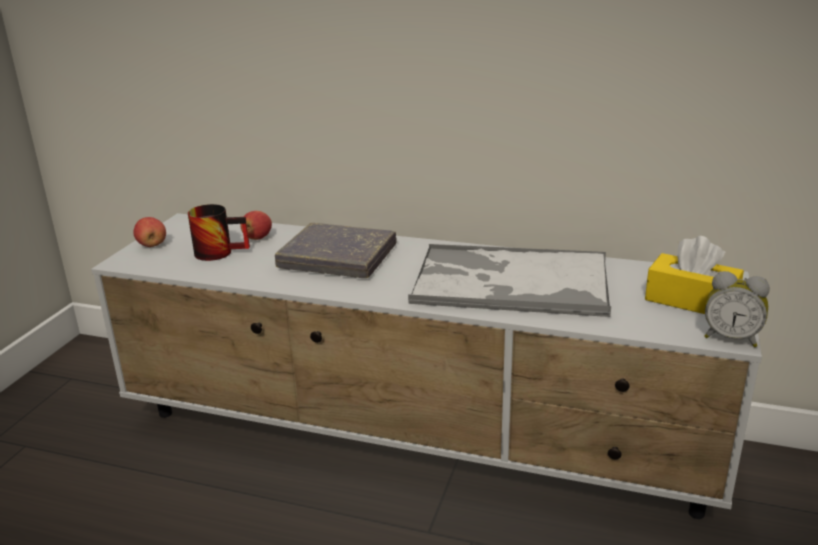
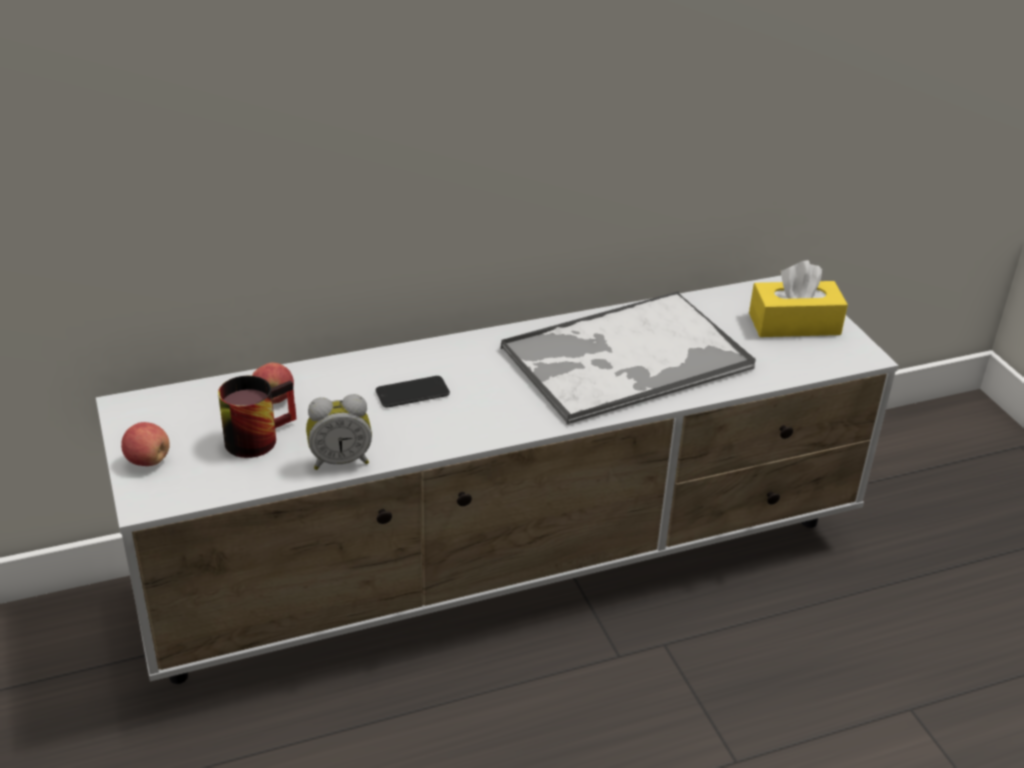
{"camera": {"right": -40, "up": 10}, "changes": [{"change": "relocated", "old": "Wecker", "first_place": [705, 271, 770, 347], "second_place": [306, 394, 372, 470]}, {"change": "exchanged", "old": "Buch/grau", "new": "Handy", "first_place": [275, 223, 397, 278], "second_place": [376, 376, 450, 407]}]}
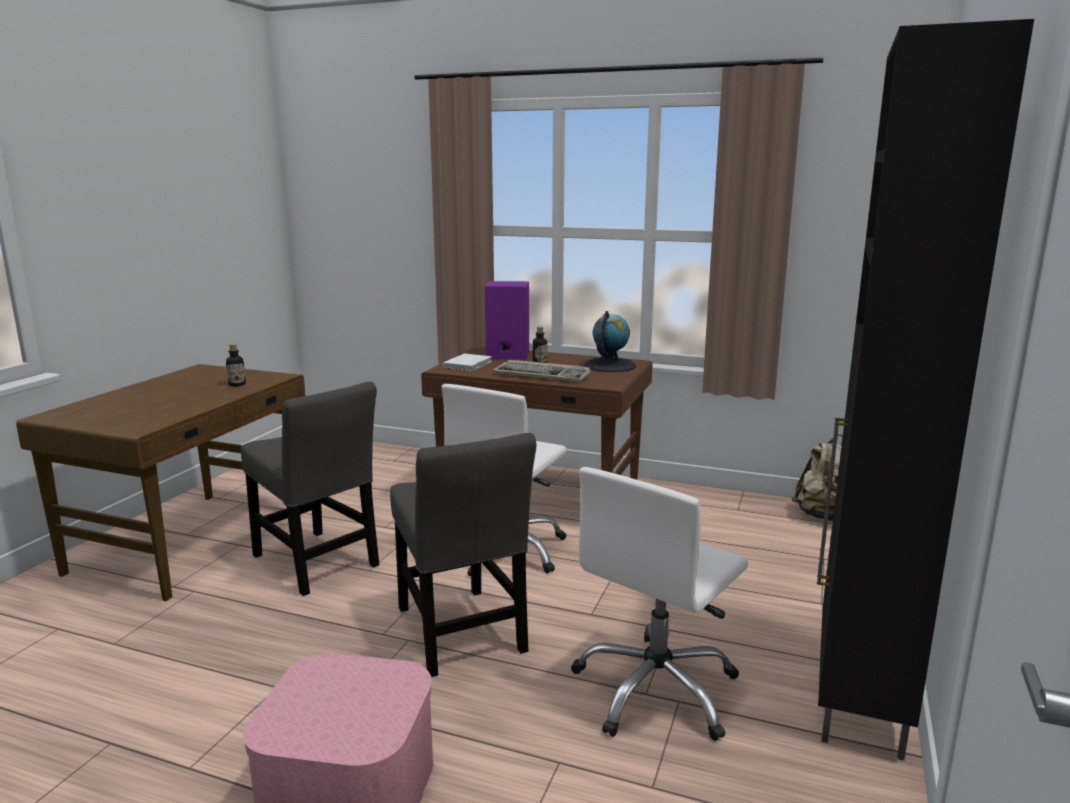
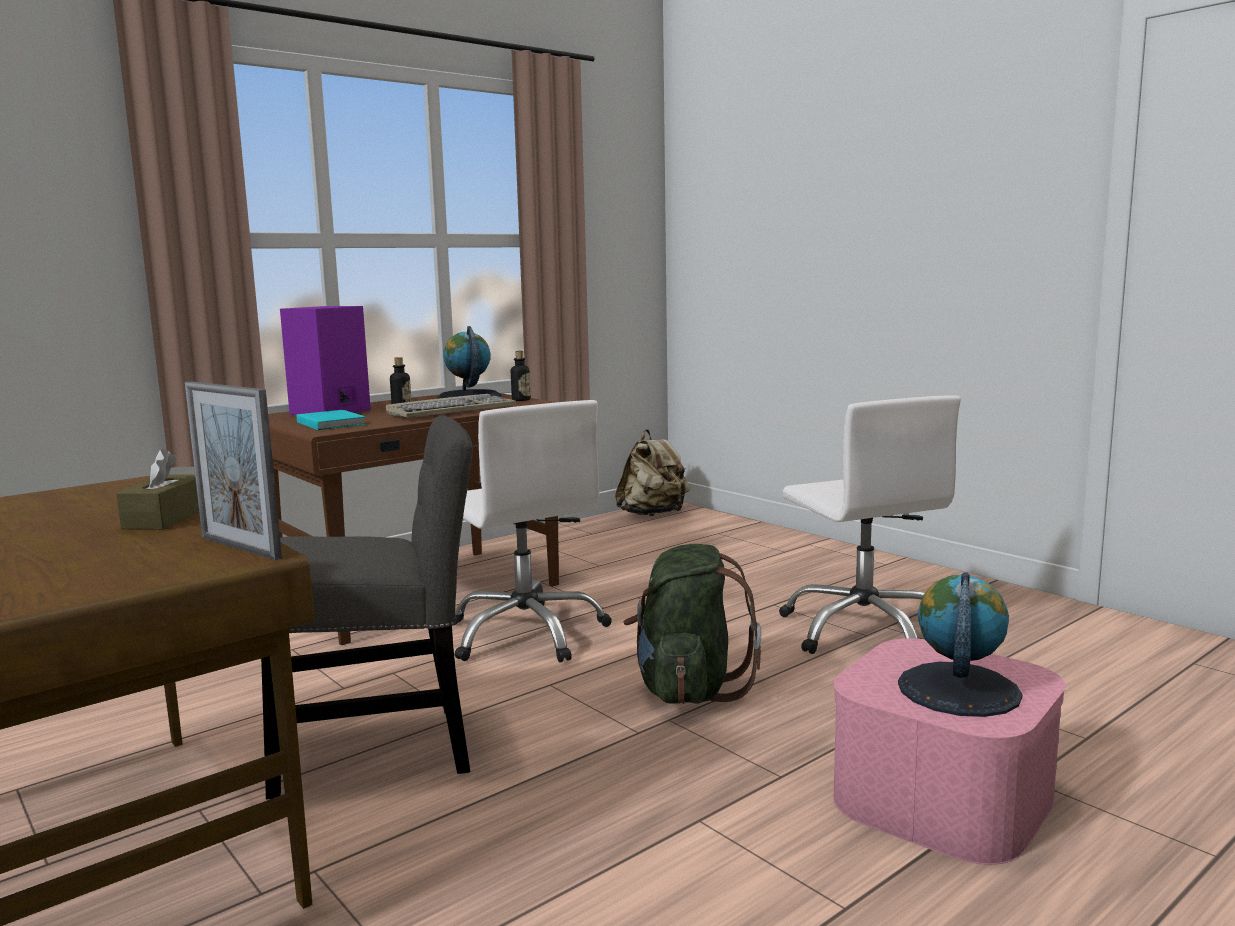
{"camera": {"right": -60, "up": -5}, "changes": [{"change": "missing", "old": "Schrank/schwarz", "first_place": [817, 19, 1034, 761]}, {"change": "appeared", "new": "Taschentuchbox/braun", "second_place": [116, 449, 199, 530]}, {"change": "appeared", "new": "Bilderrahmen", "second_place": [185, 381, 282, 560]}, {"change": "appeared", "new": "Globus", "second_place": [898, 572, 1023, 717]}, {"change": "relocated", "old": "Flasche", "first_place": [226, 344, 246, 386], "second_place": [511, 351, 531, 401]}, {"change": "exchanged", "old": "Stuhl/grau", "new": "Rucksack/grün", "first_place": [390, 433, 536, 677], "second_place": [624, 544, 761, 704]}, {"change": "colour", "old": "Buch/weiß", "new": "Buch/türkis", "first_place": [443, 353, 492, 371], "second_place": [297, 410, 366, 430]}]}
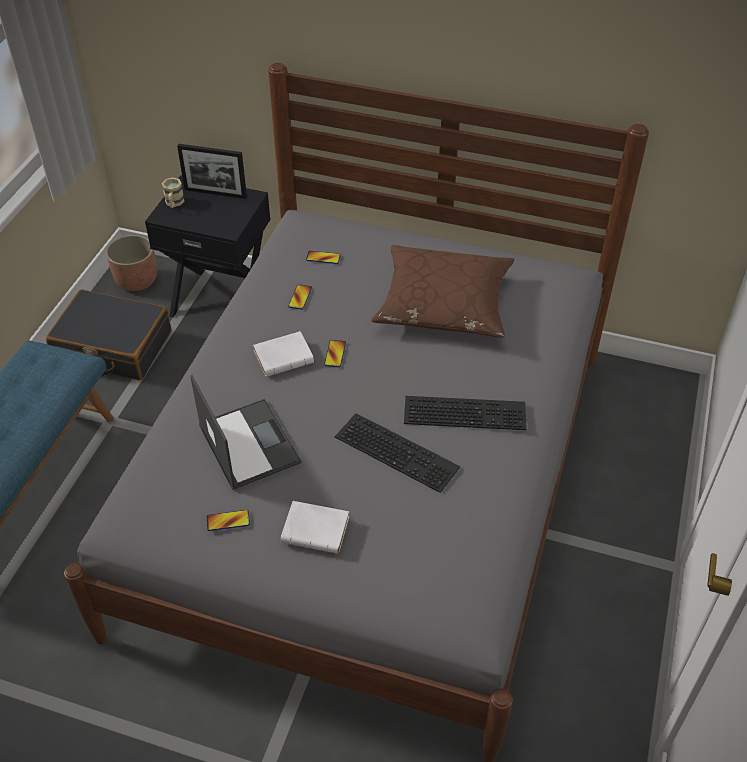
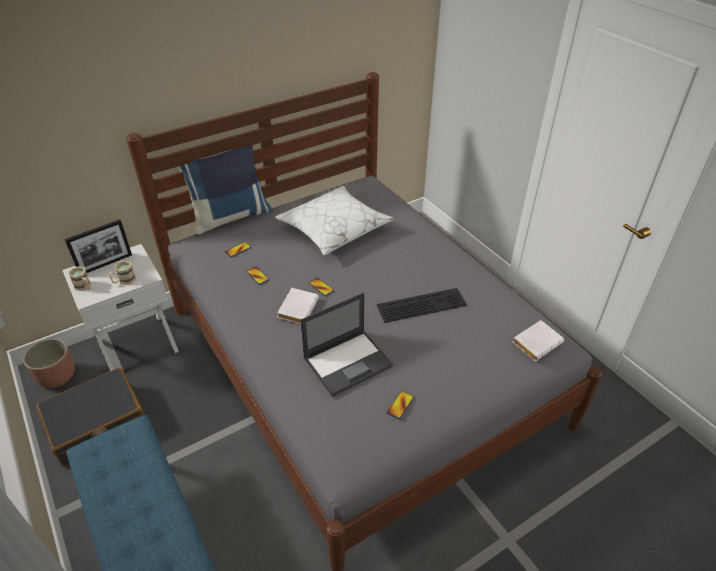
{"camera": {"right": -50, "up": -5}, "changes": [{"change": "missing", "old": "Tastatur", "first_place": [404, 396, 527, 430]}, {"change": "appeared", "new": "Henkelbecher/beige", "second_place": [109, 260, 136, 285]}, {"change": "appeared", "new": "Kissen/blau", "second_place": [178, 145, 273, 236]}, {"change": "relocated", "old": "Buch/weiß", "first_place": [281, 501, 349, 554], "second_place": [513, 320, 564, 361]}, {"change": "colour", "old": "Nachttisch/schwarz", "new": "Nachttisch/weiß", "first_place": [145, 175, 271, 317], "second_place": [62, 244, 179, 371]}, {"change": "colour", "old": "Kissen/braun", "new": "Kissen/weiß", "first_place": [371, 245, 514, 338], "second_place": [275, 186, 394, 255]}, {"change": "spun", "old": "Laptop", "first_place": [190, 375, 302, 490], "second_place": [300, 293, 393, 397], "degrees": 135}]}
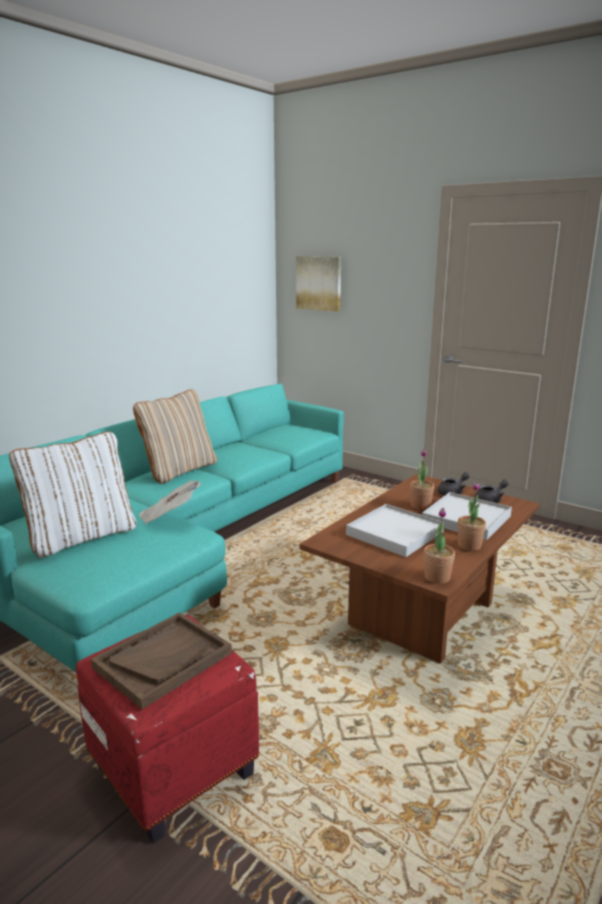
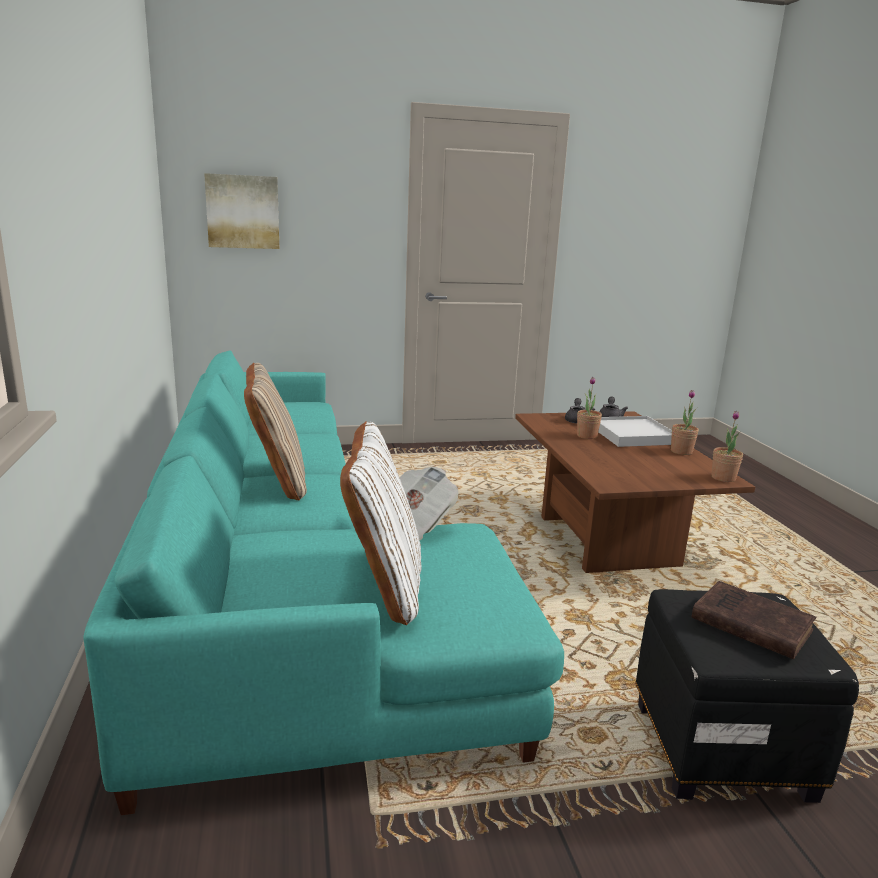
{"camera": {"right": -50, "up": 0}, "changes": [{"change": "missing", "old": "Tablett/weiß", "first_place": [346, 504, 444, 557]}, {"change": "exchanged", "old": "Tablett/braun", "new": "Buch/braun", "first_place": [91, 612, 232, 710], "second_place": [692, 581, 816, 659]}, {"change": "colour", "old": "Polsterhocker/rot", "new": "Polsterhocker/schwarz", "first_place": [76, 615, 259, 843], "second_place": [635, 589, 859, 803]}]}
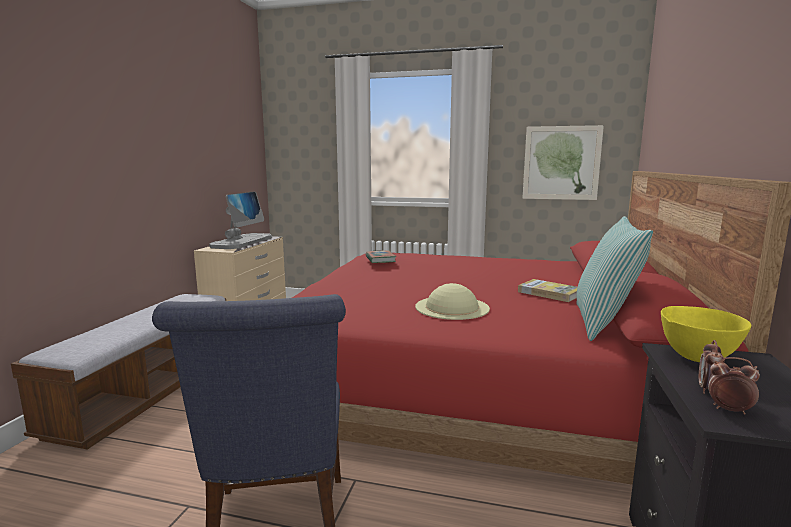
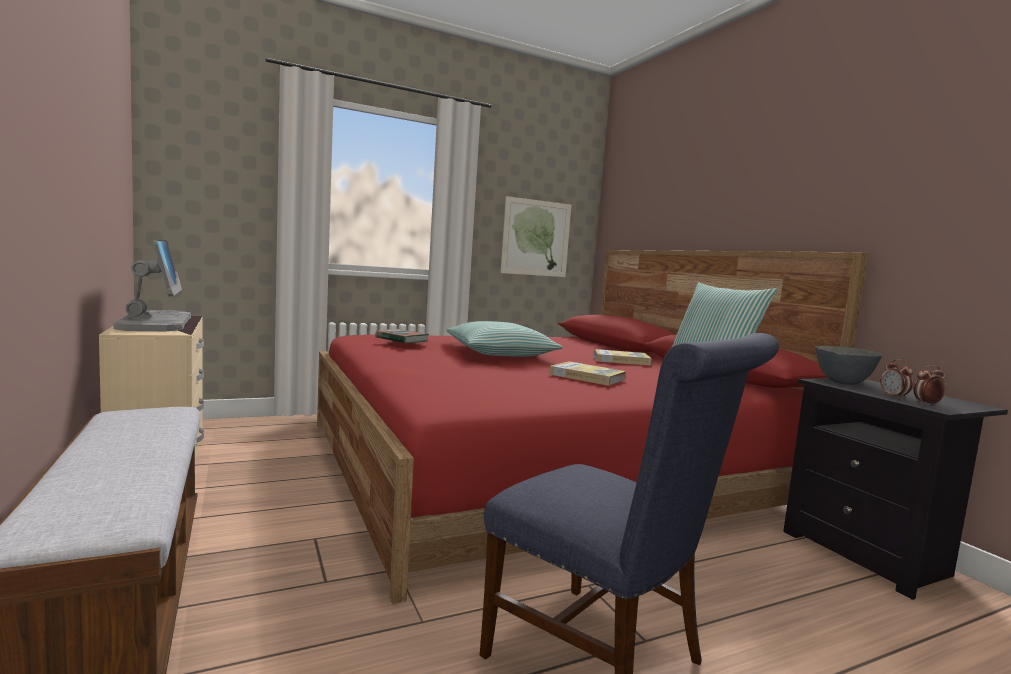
{"camera": {"right": -40, "up": -5}, "changes": [{"change": "appeared", "new": "Kissen", "second_place": [446, 321, 562, 357]}, {"change": "exchanged", "old": "Hut/beige", "new": "Buch", "first_place": [415, 283, 490, 320], "second_place": [549, 361, 626, 386]}, {"change": "colour", "old": "Schüssel/gelb", "new": "Schüssel/grau", "first_place": [661, 306, 751, 362], "second_place": [815, 346, 882, 385]}]}
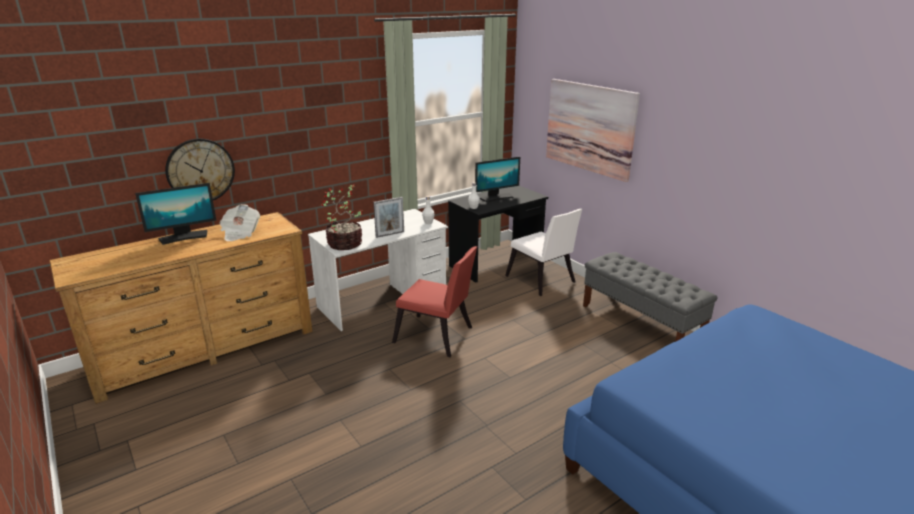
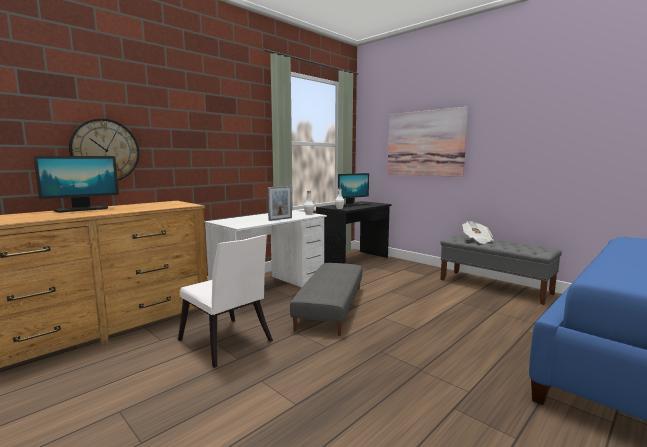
{"camera": {"right": -10, "up": -15}, "changes": [{"change": "missing", "old": "Topfpflanze", "first_place": [321, 185, 363, 250]}, {"change": "relocated", "old": "Zeitung", "first_place": [220, 204, 260, 241], "second_place": [462, 221, 494, 244]}, {"change": "relocated", "old": "Stuhl/weiß", "first_place": [505, 209, 582, 296], "second_place": [178, 235, 273, 368]}, {"change": "exchanged", "old": "Stuhl/rot", "new": "Polsterhocker/grau", "first_place": [392, 246, 477, 357], "second_place": [290, 263, 362, 336]}]}
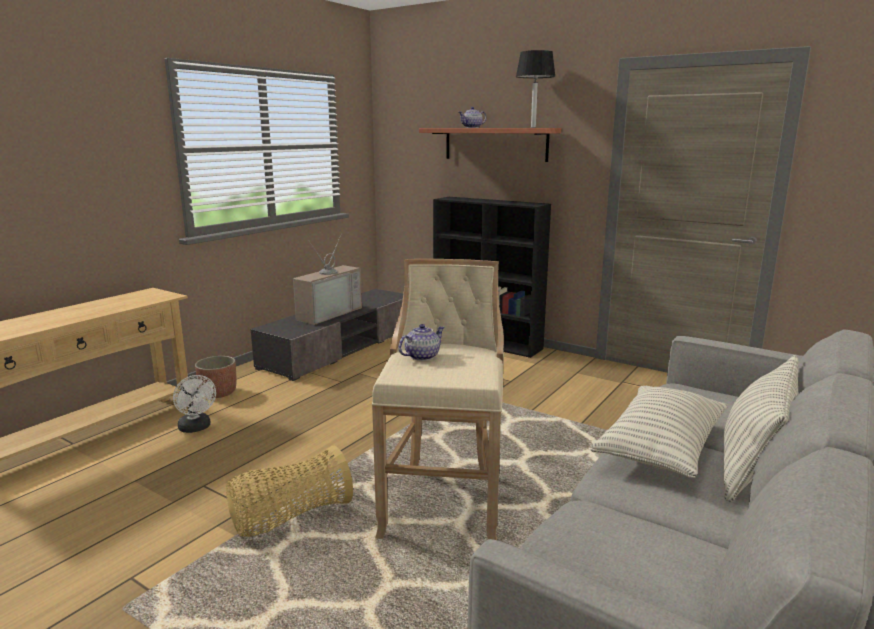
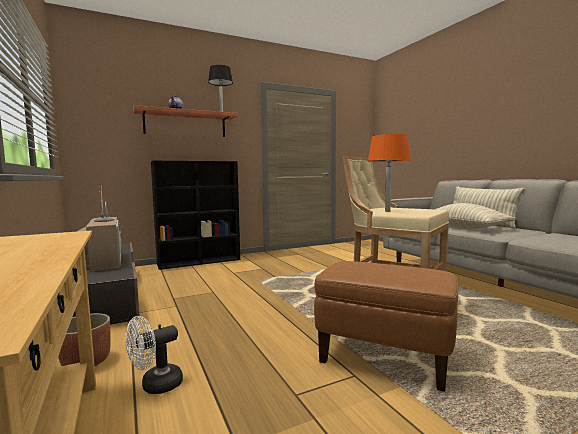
{"camera": {"right": -60, "up": -10}, "changes": [{"change": "exchanged", "old": "Korb", "new": "Polsterhocker/braun", "first_place": [226, 446, 353, 537], "second_place": [314, 261, 458, 392]}, {"change": "exchanged", "old": "Teekanne", "new": "Tischlampe/orange", "first_place": [398, 324, 444, 361], "second_place": [368, 134, 411, 212]}, {"change": "spun", "old": "Ventilator/weiß", "first_place": [173, 375, 216, 433], "second_place": [125, 316, 183, 394], "degrees": 150}]}
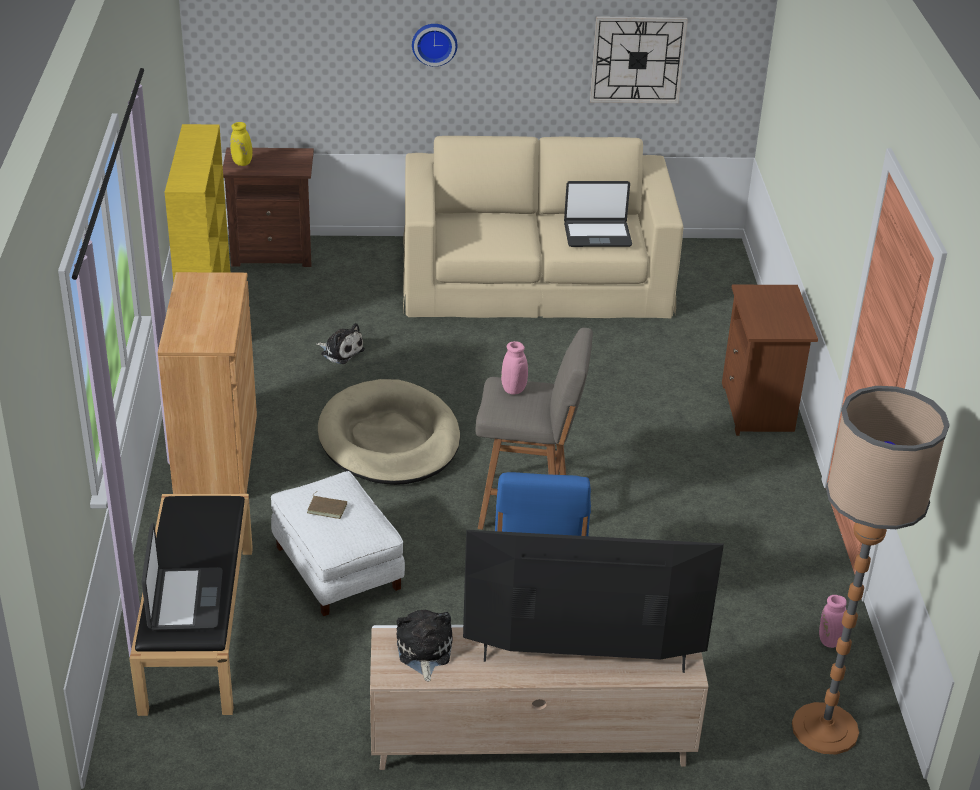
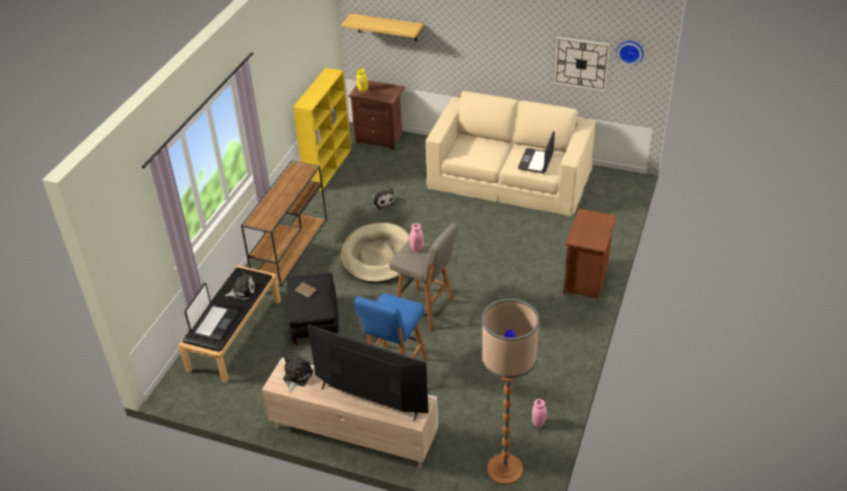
{"camera": {"right": 25, "up": 5}, "changes": [{"change": "appeared", "new": "Plüschtier", "second_place": [225, 271, 255, 300]}, {"change": "appeared", "new": "Wandregal", "second_place": [341, 13, 423, 41]}, {"change": "relocated", "old": "Wanduhr", "first_place": [412, 24, 457, 67], "second_place": [616, 41, 644, 65]}, {"change": "exchanged", "old": "Schrank/braun", "new": "Konsolentisch/braun", "first_place": [158, 272, 257, 494], "second_place": [241, 160, 327, 287]}, {"change": "colour", "old": "Polsterhocker/weiß", "new": "Polsterhocker/schwarz", "first_place": [271, 471, 405, 616], "second_place": [287, 272, 339, 344]}, {"change": "spun", "old": "Laptop", "first_place": [564, 181, 632, 247], "second_place": [518, 131, 555, 173], "degrees": 90}]}
